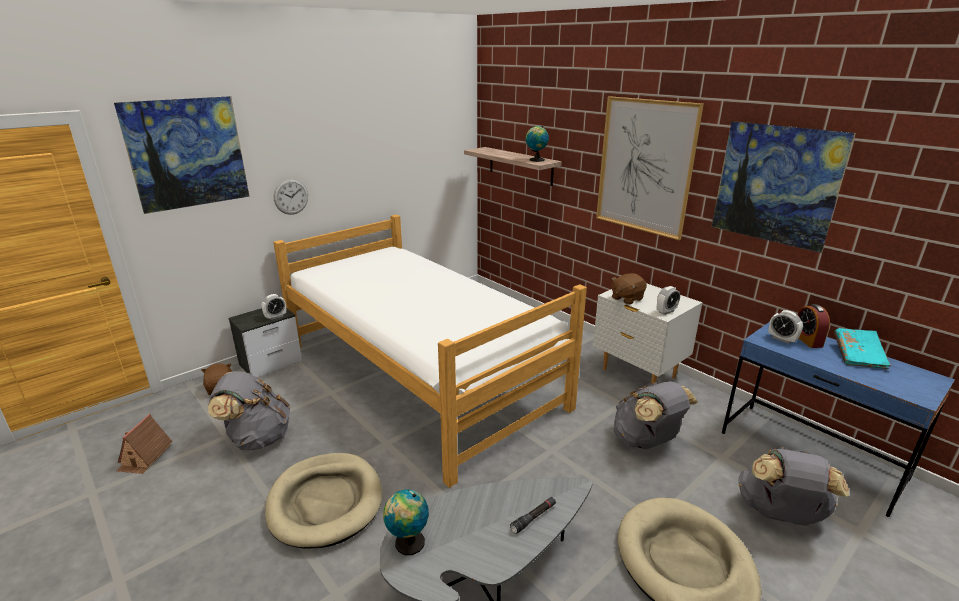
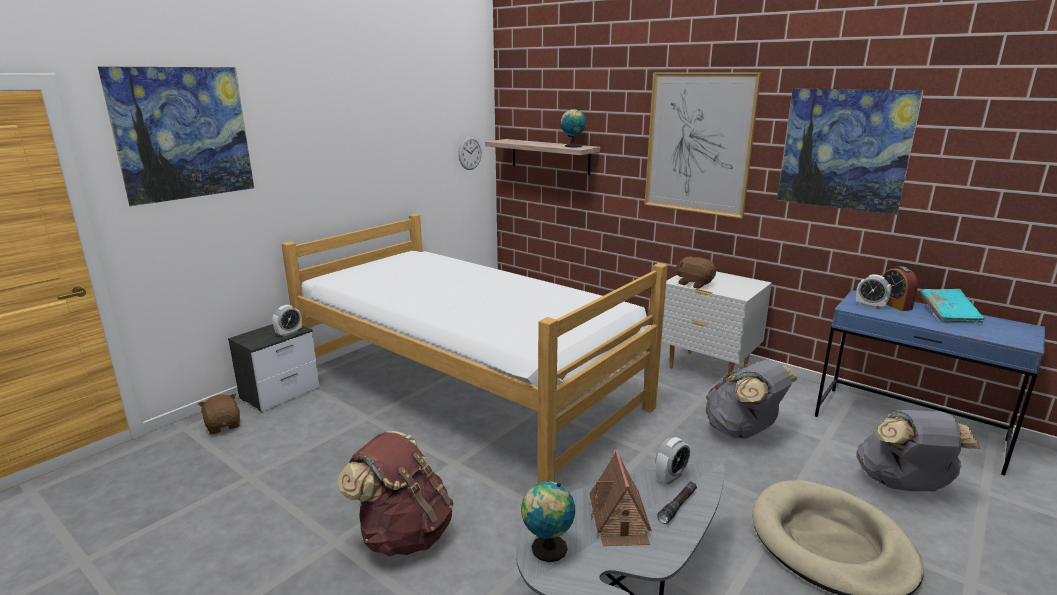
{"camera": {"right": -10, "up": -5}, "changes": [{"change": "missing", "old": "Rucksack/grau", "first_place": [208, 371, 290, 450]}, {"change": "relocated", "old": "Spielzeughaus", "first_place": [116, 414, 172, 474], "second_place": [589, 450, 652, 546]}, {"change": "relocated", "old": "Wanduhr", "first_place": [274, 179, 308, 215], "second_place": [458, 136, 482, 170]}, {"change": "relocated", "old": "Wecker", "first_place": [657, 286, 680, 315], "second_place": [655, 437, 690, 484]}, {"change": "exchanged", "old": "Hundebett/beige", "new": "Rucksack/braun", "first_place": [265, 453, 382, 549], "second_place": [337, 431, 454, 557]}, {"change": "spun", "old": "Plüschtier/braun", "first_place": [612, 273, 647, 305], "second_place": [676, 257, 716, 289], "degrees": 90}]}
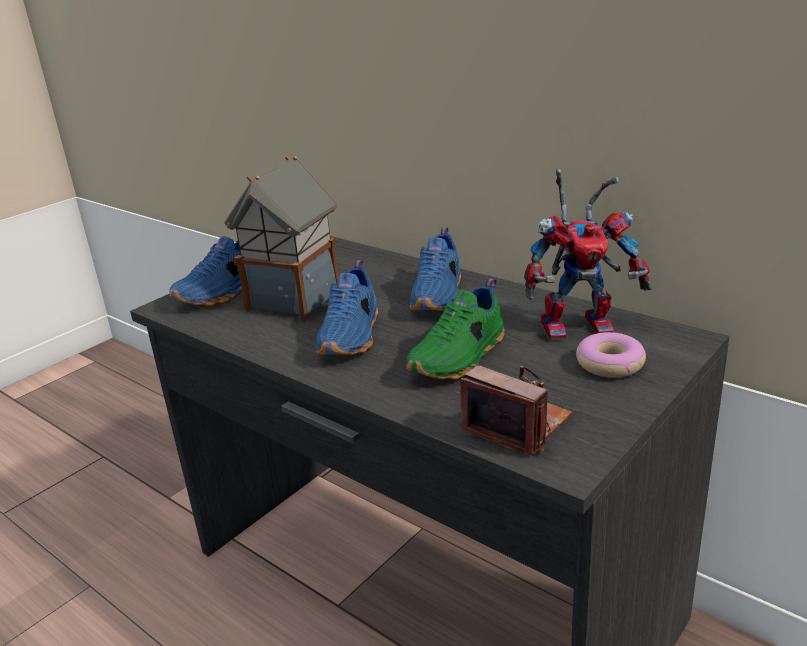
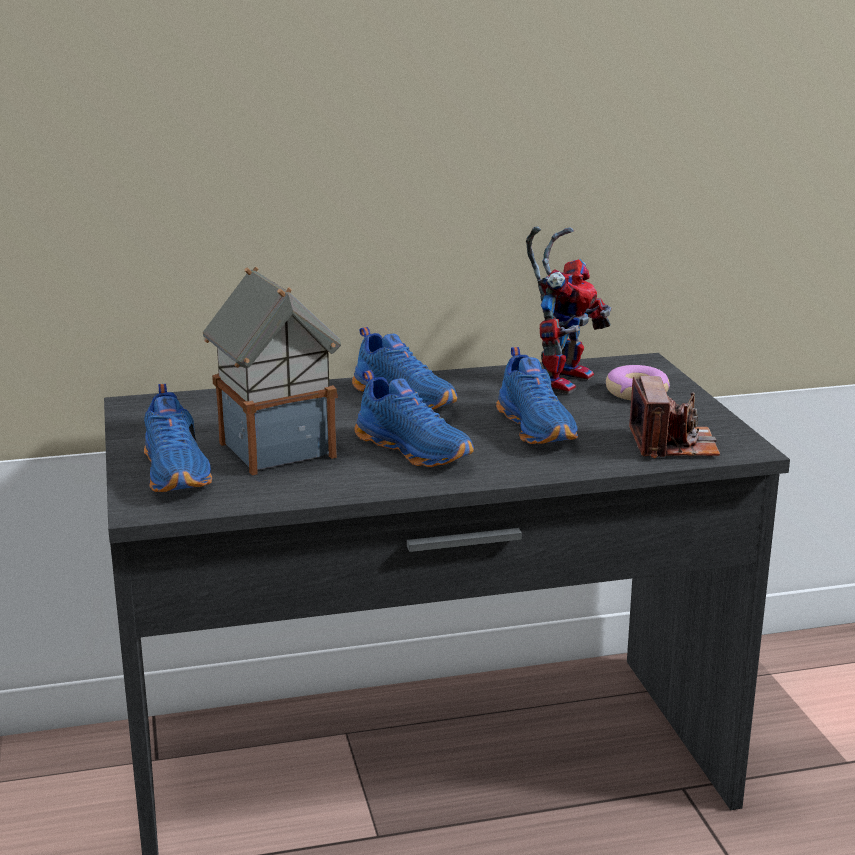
{"camera": {"right": -55, "up": -5}, "changes": [{"change": "colour", "old": "Schuh/grün", "new": "Schuh/blau", "first_place": [406, 278, 505, 379], "second_place": [496, 347, 578, 444]}, {"change": "spun", "old": "Kamera", "first_place": [460, 366, 573, 455], "second_place": [629, 376, 720, 458], "degrees": 105}]}
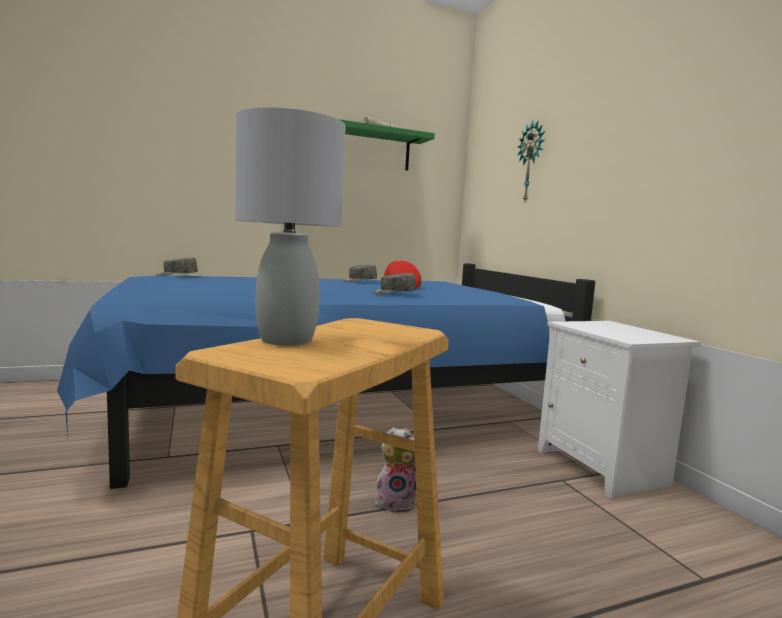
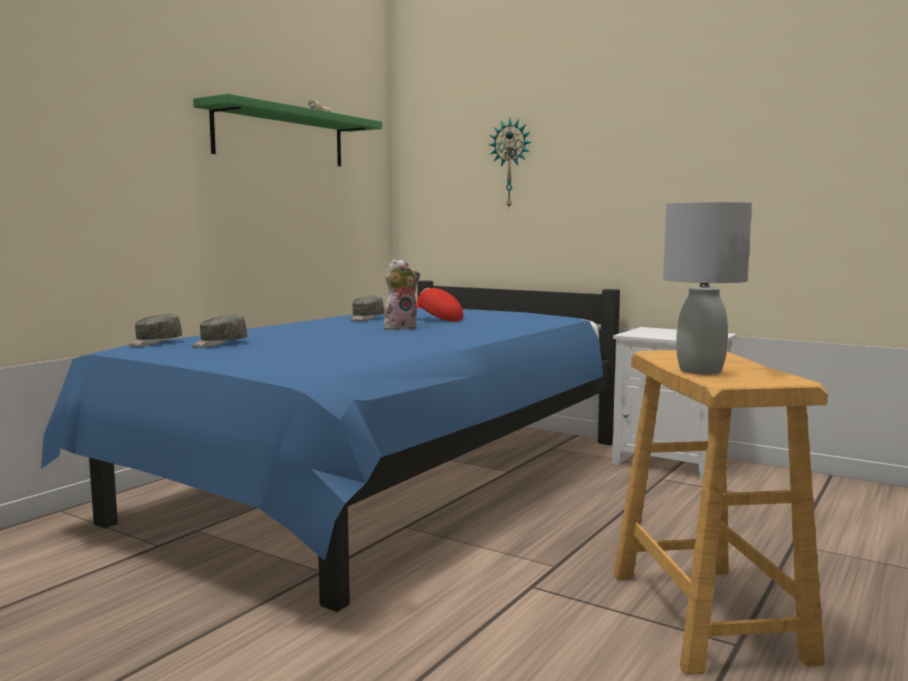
{"camera": {"right": -35, "up": 0}, "changes": [{"change": "relocated", "old": "Kappe/grau", "first_place": [373, 273, 416, 294], "second_place": [192, 314, 247, 348]}, {"change": "relocated", "old": "Plüschtier", "first_place": [375, 427, 417, 513], "second_place": [384, 259, 420, 330]}]}
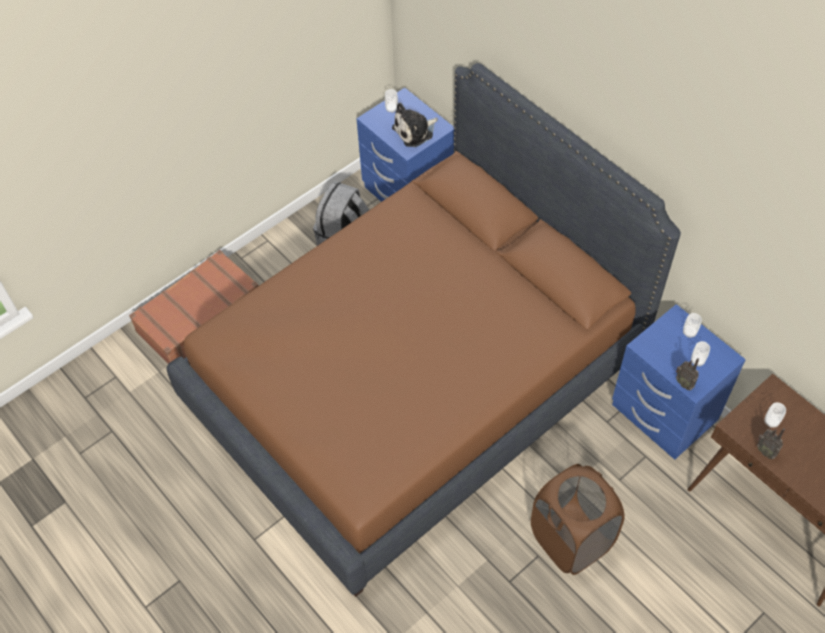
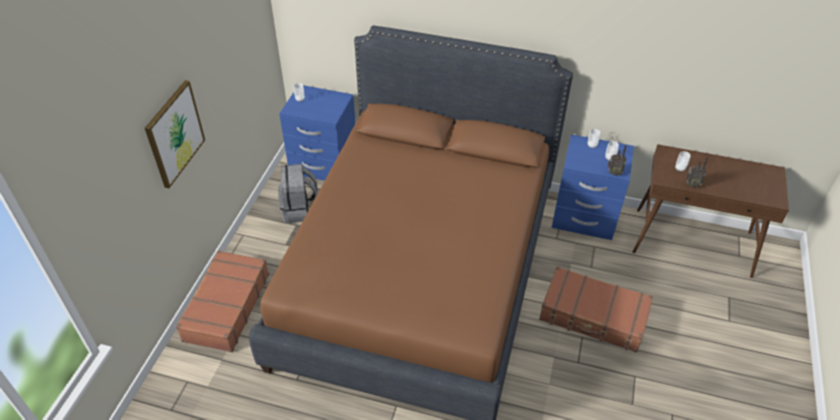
{"camera": {"right": -35, "up": -10}, "changes": [{"change": "missing", "old": "Plüschtier", "first_place": [392, 103, 438, 147]}, {"change": "appeared", "new": "Bild", "second_place": [145, 80, 205, 188]}, {"change": "exchanged", "old": "Wäschekorb/braun", "new": "Koffer/braun", "first_place": [531, 464, 625, 575], "second_place": [539, 266, 653, 353]}]}
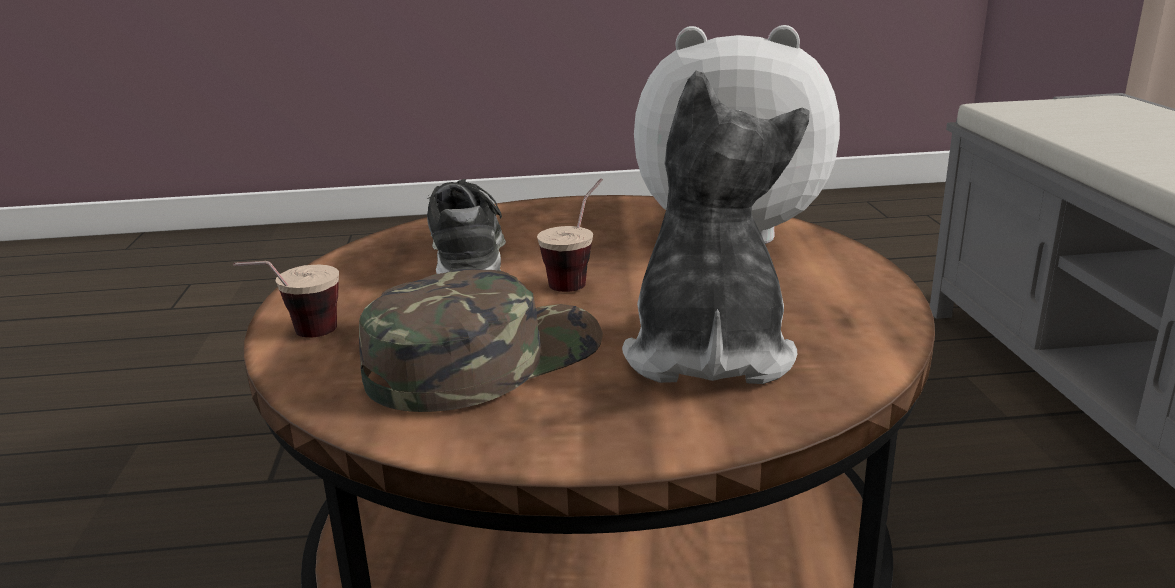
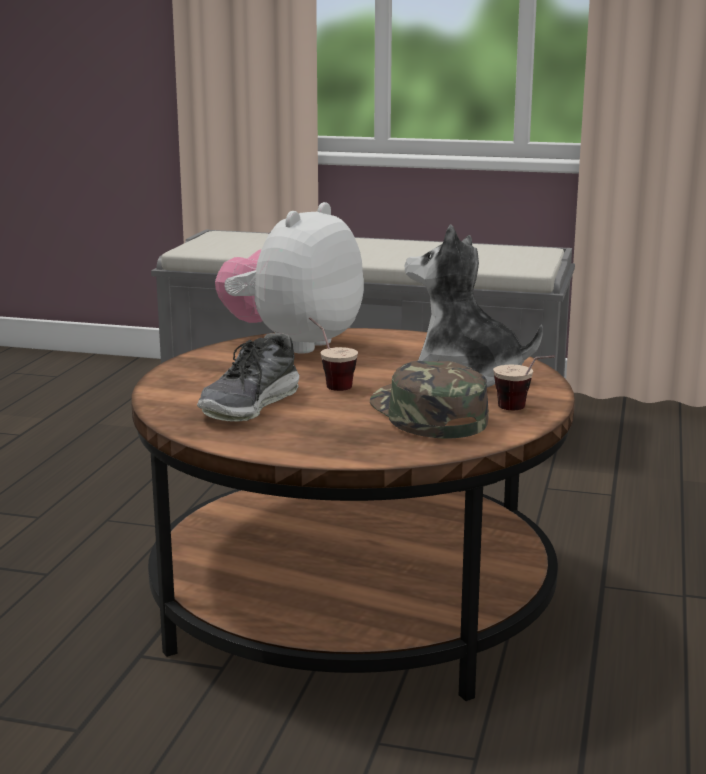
{"camera": {"right": -70, "up": -5}, "changes": [{"change": "relocated", "old": "Tasse", "first_place": [233, 261, 339, 338], "second_place": [493, 355, 555, 410]}, {"change": "spun", "old": "Schuh", "first_place": [427, 179, 506, 274], "second_place": [197, 333, 299, 422], "degrees": -75}]}
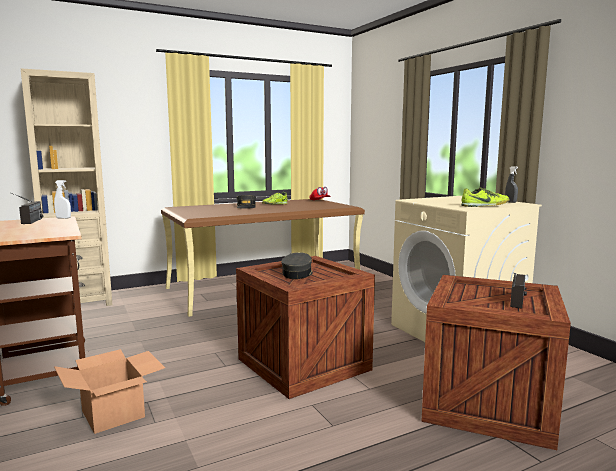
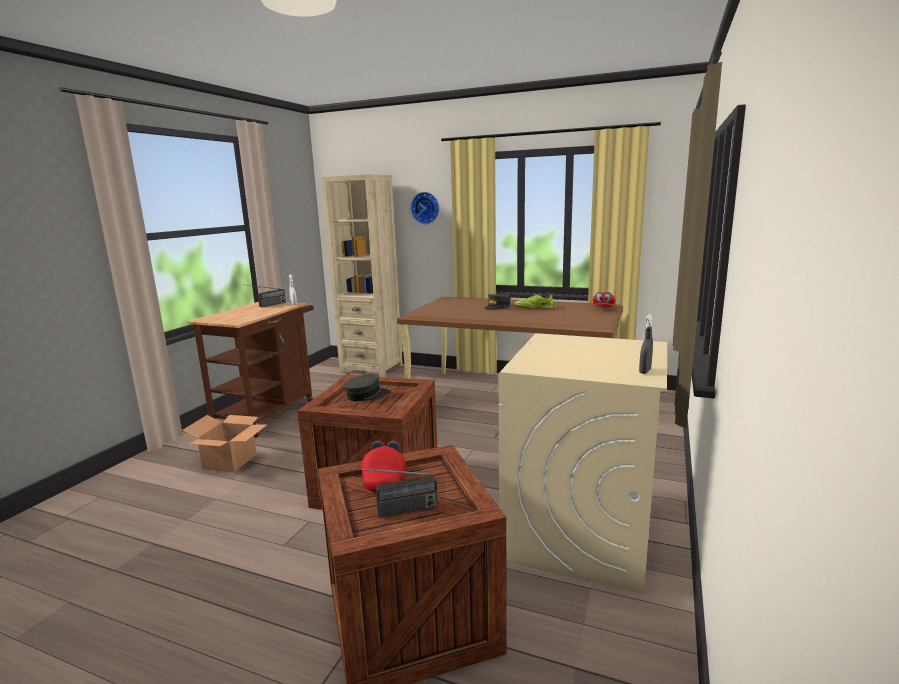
{"camera": {"right": 50, "up": 5}, "changes": [{"change": "missing", "old": "Schuh", "first_place": [461, 188, 510, 207]}, {"change": "appeared", "new": "Kappe/rot", "second_place": [362, 441, 405, 493]}, {"change": "appeared", "new": "Wanduhr", "second_place": [411, 192, 439, 224]}]}
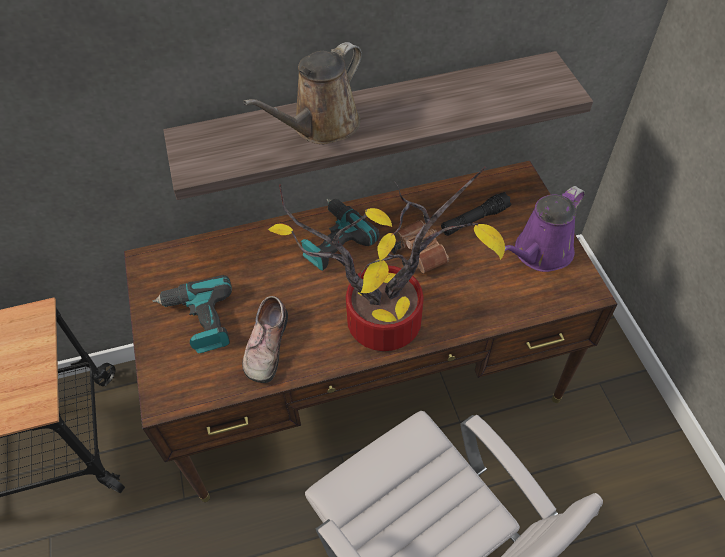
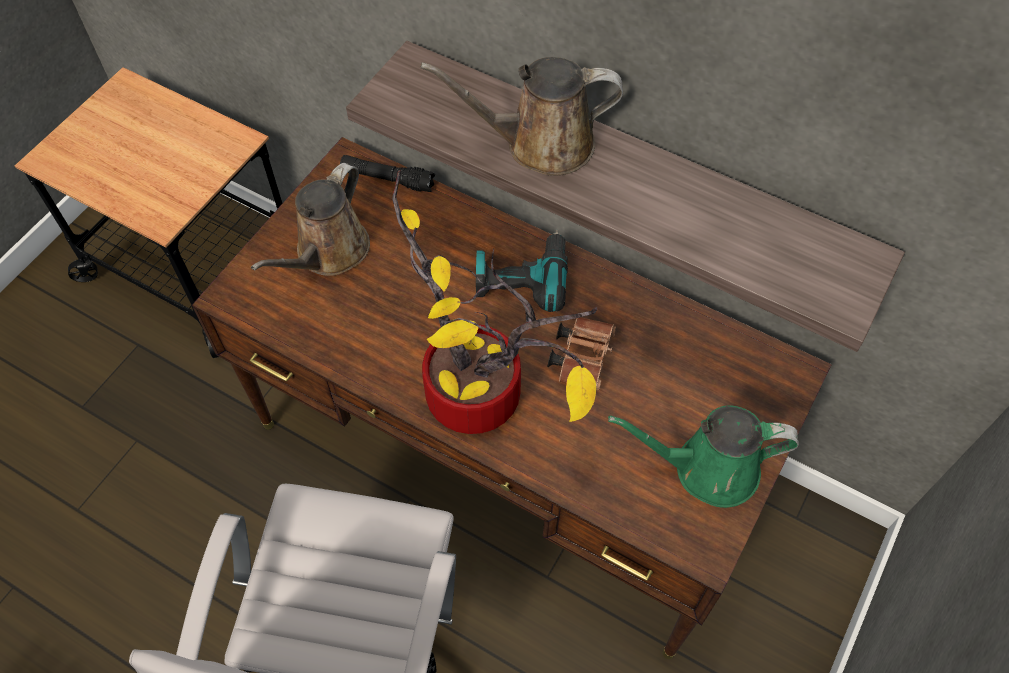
{"camera": {"right": 45, "up": 5}, "changes": [{"change": "missing", "old": "Schuh", "first_place": [242, 296, 288, 383]}, {"change": "relocated", "old": "Taschenlampe/schwarz", "first_place": [441, 192, 512, 236], "second_place": [340, 155, 435, 192]}, {"change": "exchanged", "old": "Bohrmaschine", "new": "Gießkanne/braun", "first_place": [153, 275, 232, 354], "second_place": [251, 163, 370, 276]}, {"change": "colour", "old": "Gießkanne/lila", "new": "Gießkanne/grün", "first_place": [505, 186, 585, 272], "second_place": [608, 405, 799, 508]}]}
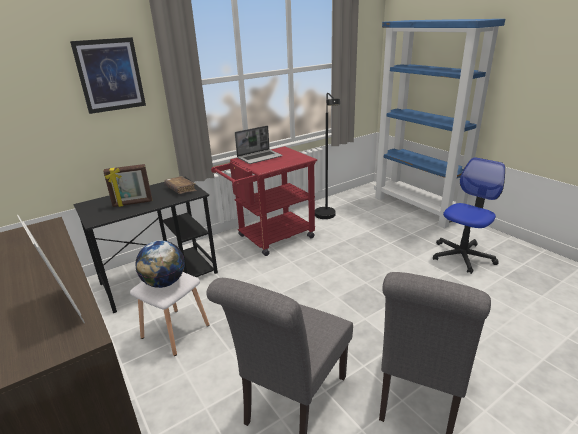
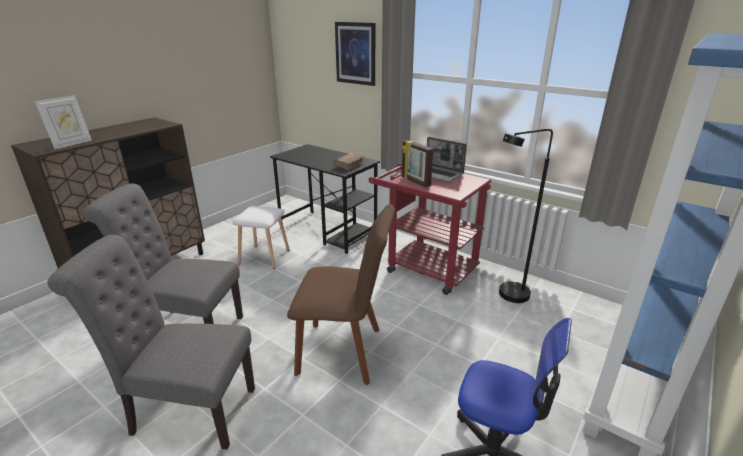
{"camera": {"right": 70, "up": 0}, "changes": [{"change": "missing", "old": "Globus", "first_place": [135, 240, 185, 288]}, {"change": "appeared", "new": "Stuhl/braun", "second_place": [287, 204, 395, 385]}, {"change": "relocated", "old": "Bilderrahmen", "first_place": [103, 164, 152, 207], "second_place": [402, 140, 433, 187]}]}
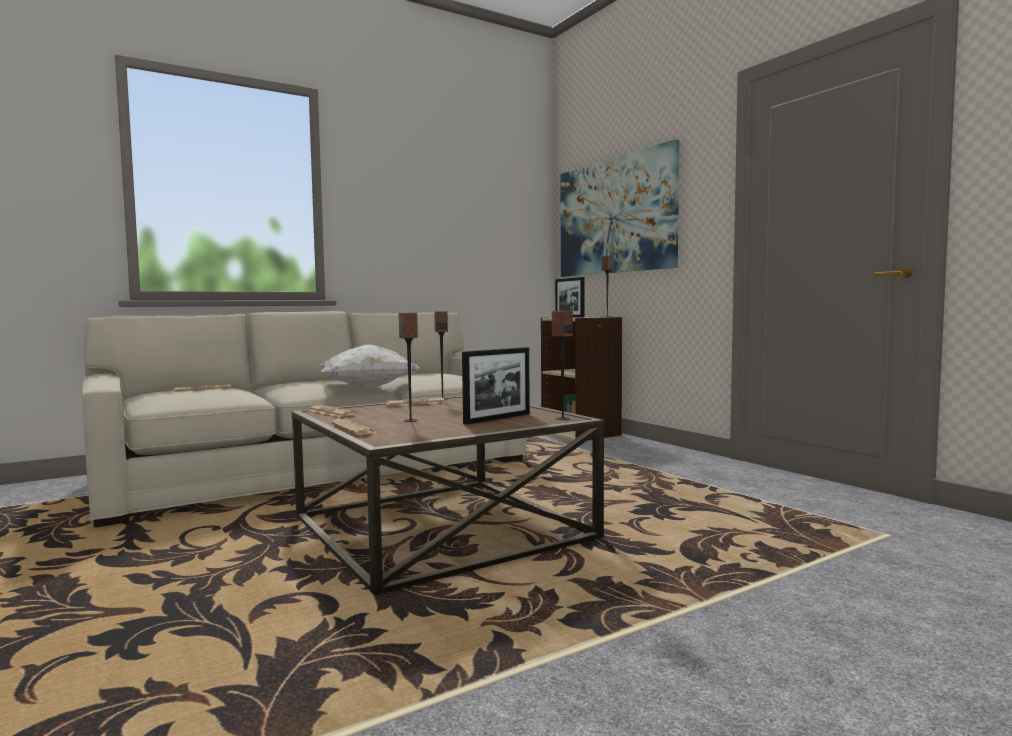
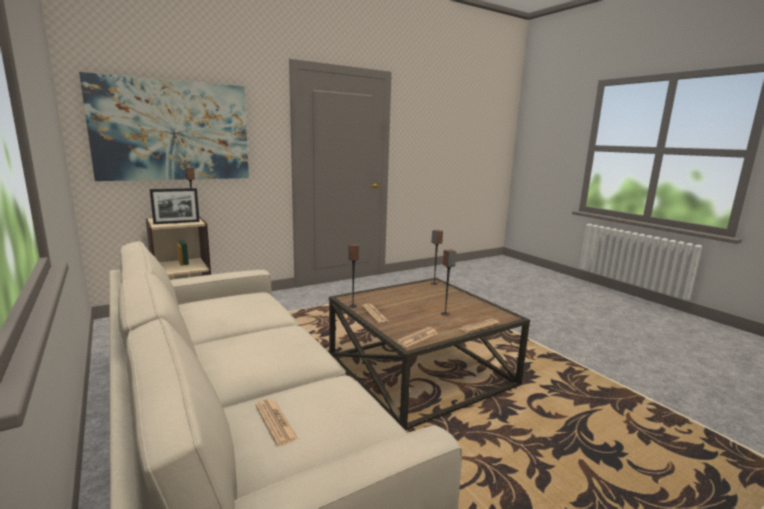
{"camera": {"right": -90, "up": 10}, "changes": [{"change": "missing", "old": "Kissen/weiß", "first_place": [320, 345, 420, 388]}, {"change": "missing", "old": "Bilderrahmen", "first_place": [462, 347, 530, 425]}]}
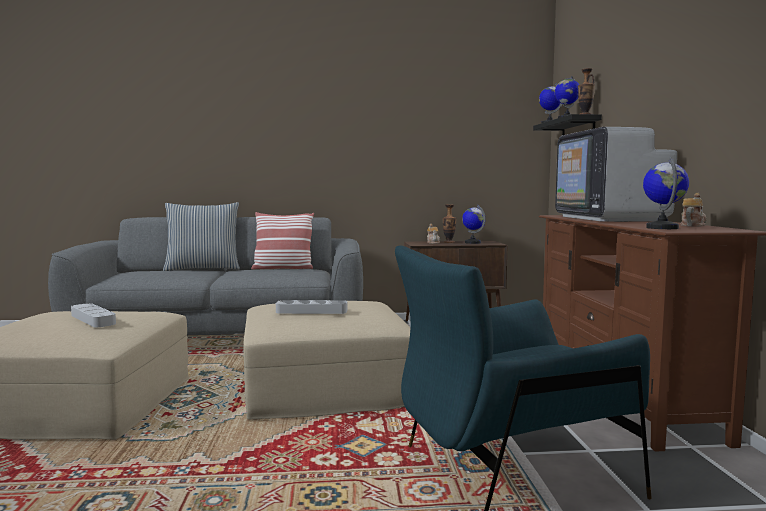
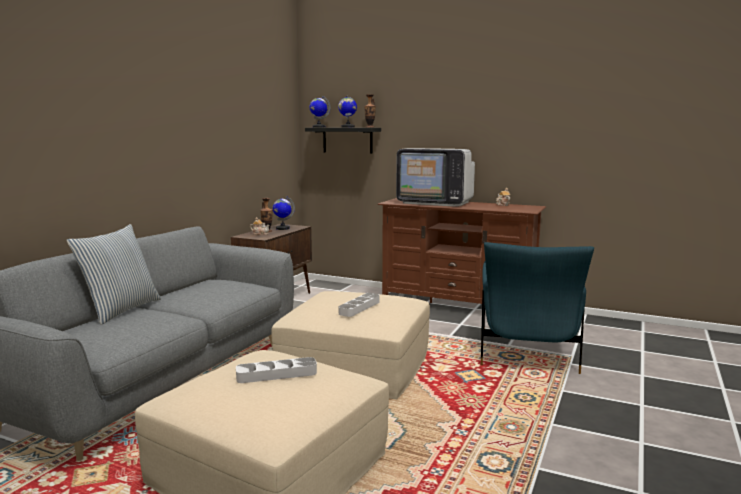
{"camera": {"right": -60, "up": 5}, "changes": [{"change": "missing", "old": "Kissen", "first_place": [251, 212, 314, 270]}, {"change": "missing", "old": "Globus", "first_place": [643, 157, 689, 229]}]}
